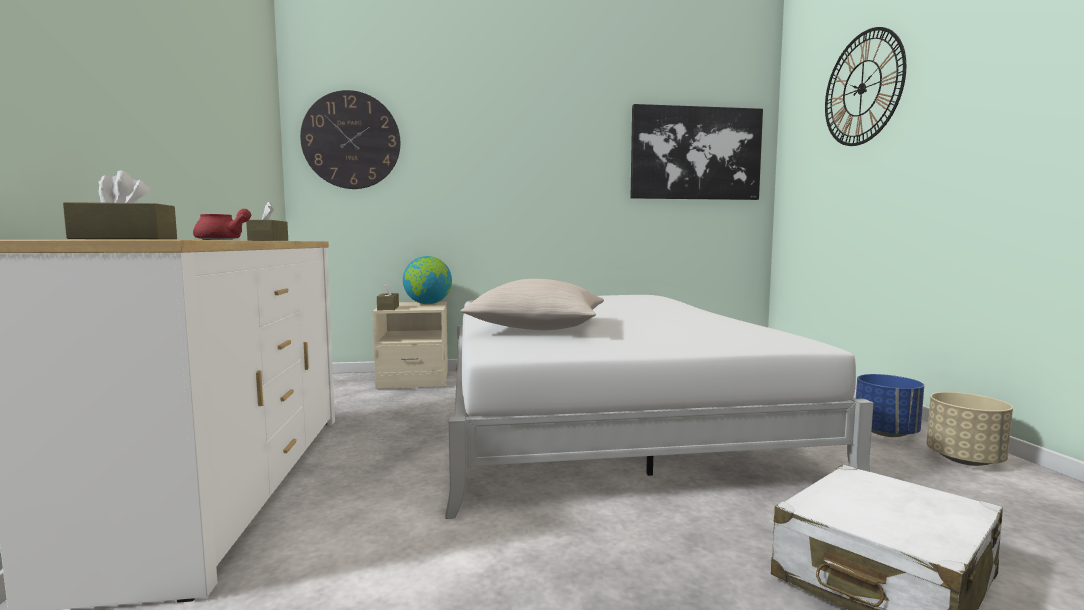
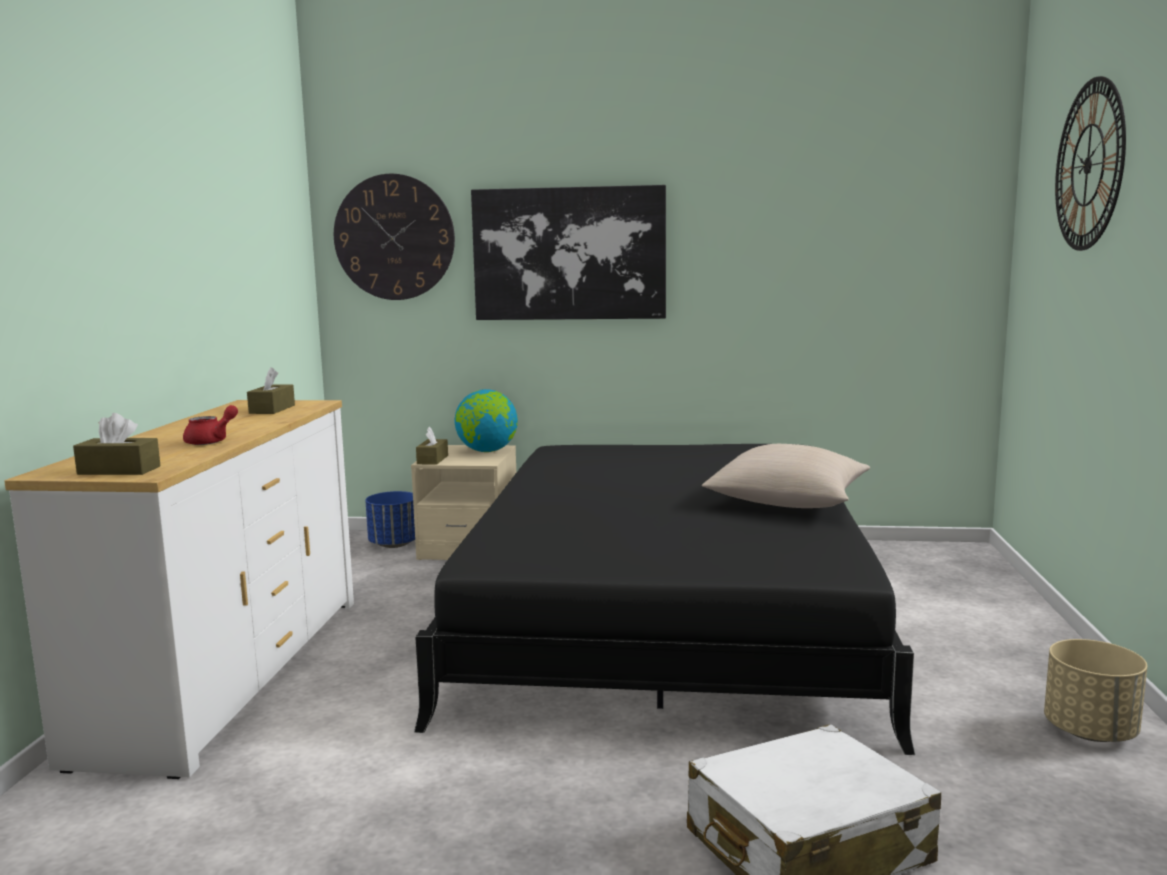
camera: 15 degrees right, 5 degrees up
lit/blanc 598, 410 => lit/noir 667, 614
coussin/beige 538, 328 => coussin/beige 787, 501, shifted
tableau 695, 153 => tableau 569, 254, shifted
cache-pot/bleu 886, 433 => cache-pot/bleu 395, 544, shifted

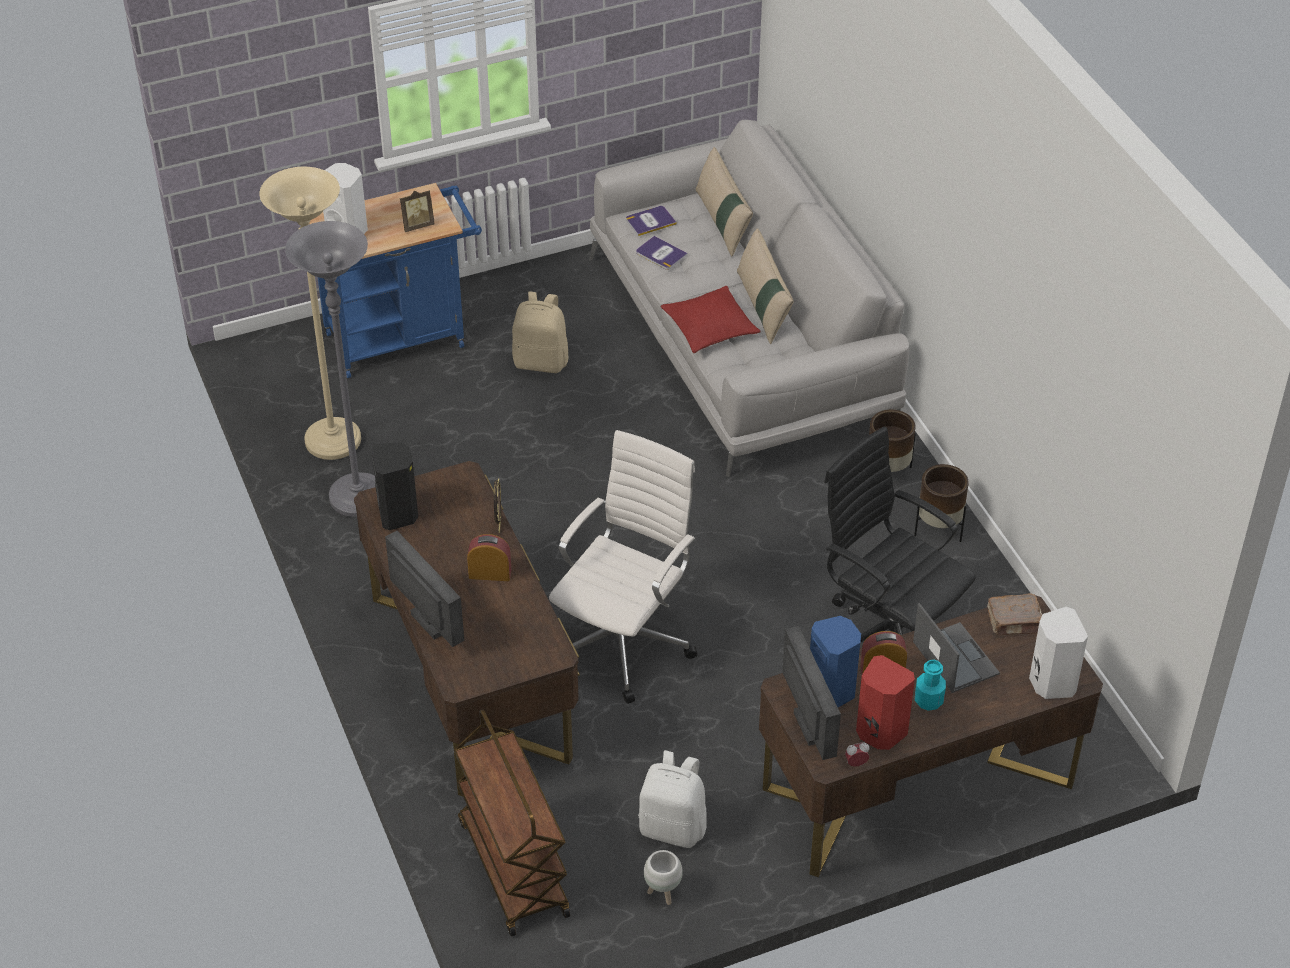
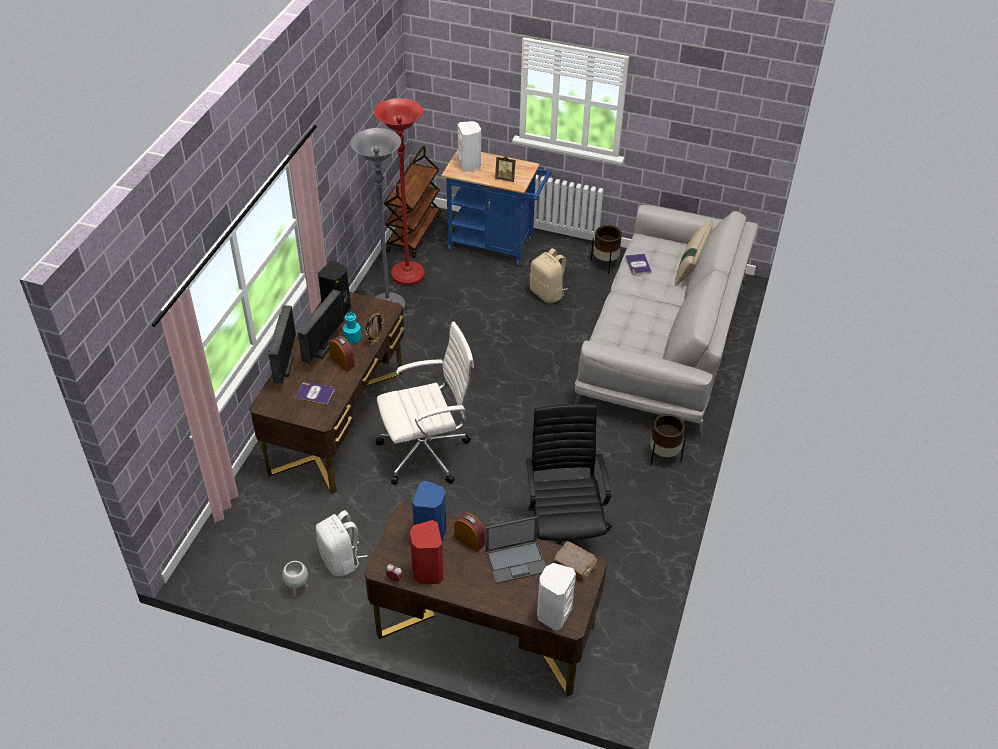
camera: 40 degrees right, 0 degrees up
lampadaire/beige 333, 441 => lampadaire/rouge 407, 275
chariot/marron 512, 868 => chariot/marron 413, 233, shifted
livre 650, 221 => livre 315, 394, shifted
coussin/rouge 710, 328 => nothing
coussin/beige 763, 307 => nothing
écran d'ordinateur 806, 728 => écran d'ordinateur 323, 349, shifted
ordinateur portable 954, 657 => ordinateur portable 516, 561, 60 degrees clockwise
cache-pot/marron 939, 529 => cache-pot/marron 605, 264, shifted
bouteille/turquoise 928, 700 => bouteille/turquoise 352, 339, shifted

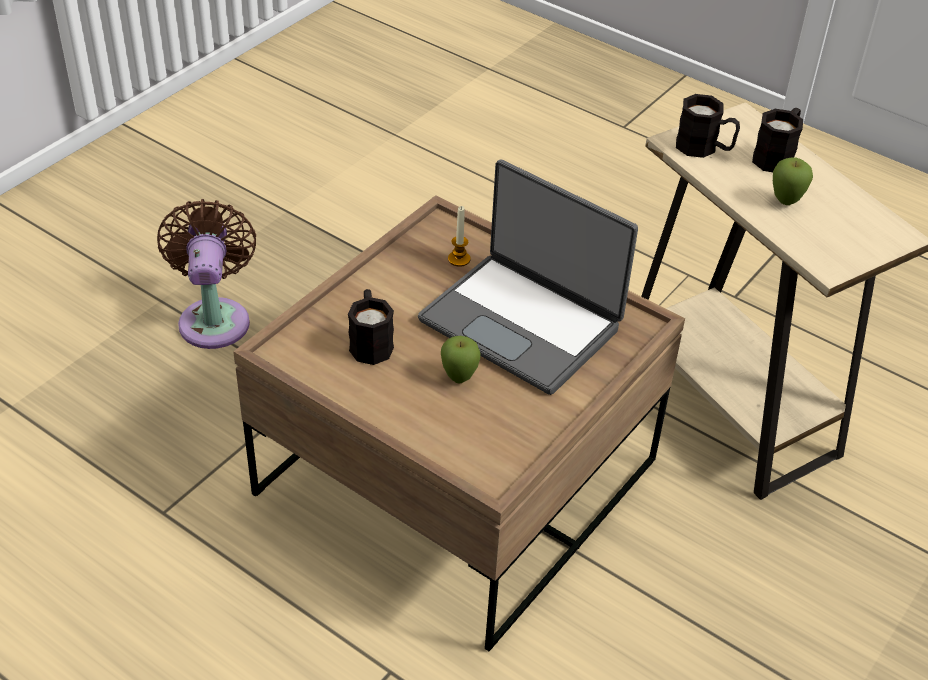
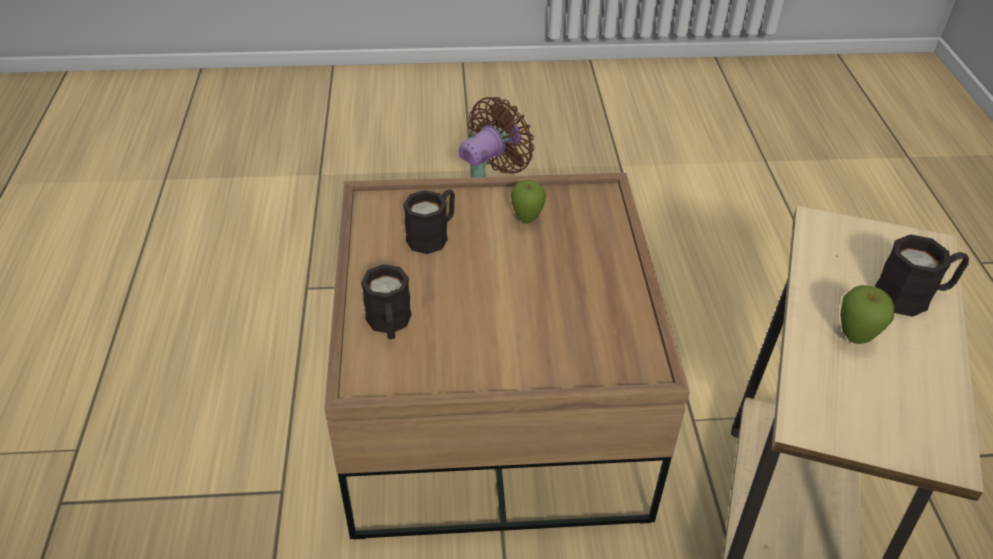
camera: 50 degrees right, 0 degrees up
ordinateur portable 522, 323 => nothing
pomme 459, 378 => pomme 527, 220, shifted
bougie 459, 259 => nothing
mug/noir 704, 148 => mug/noir 389, 324, shifted

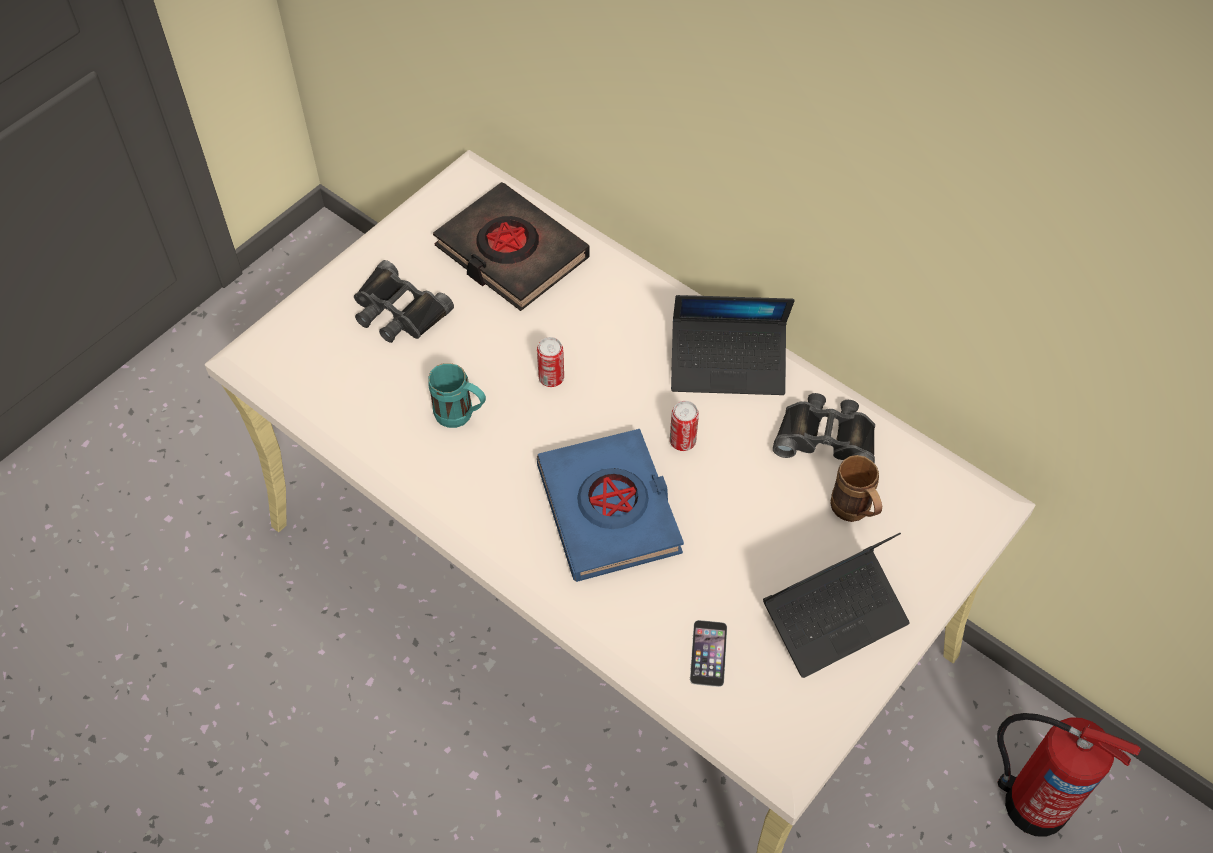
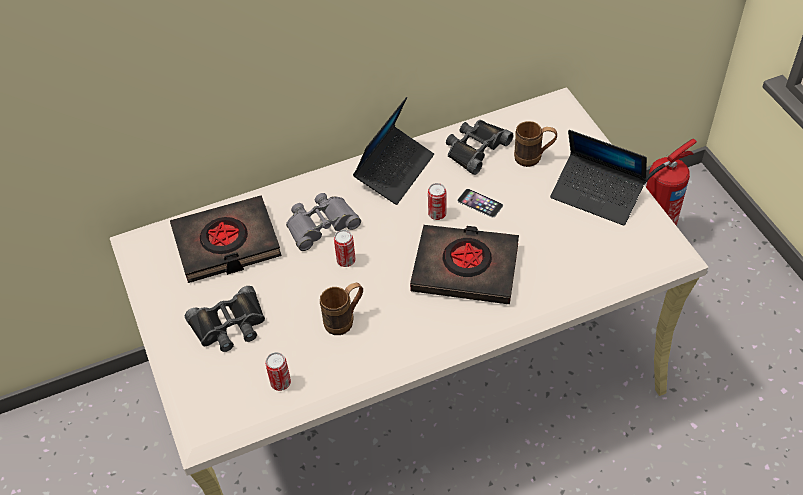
camera: 60 degrees left, 5 degrees down
mug/turquoise 461, 417 => mug/marron 345, 320
livre/bleu 609, 510 => livre/noir 465, 268
téléphone 708, 653 => téléphone 480, 203, shifted
ordinateur portable 834, 618 => ordinateur portable 597, 195, 120 degrees clockwise
nothing => boîte métallique 280, 383
nothing => jumelles/gris 321, 225

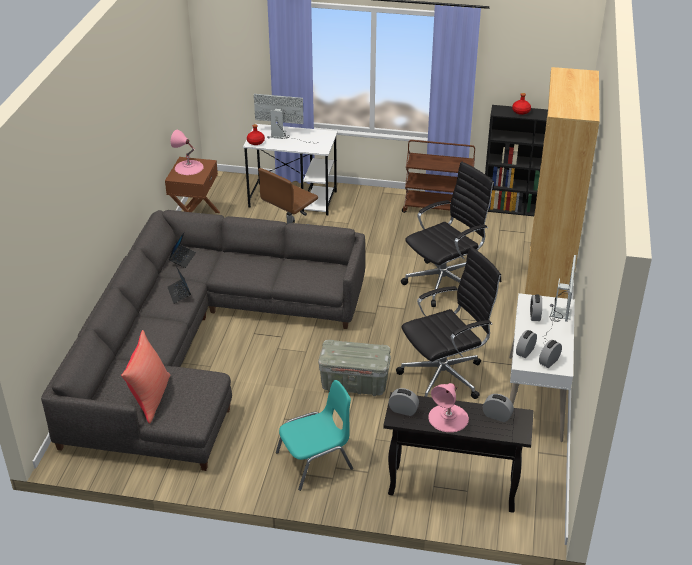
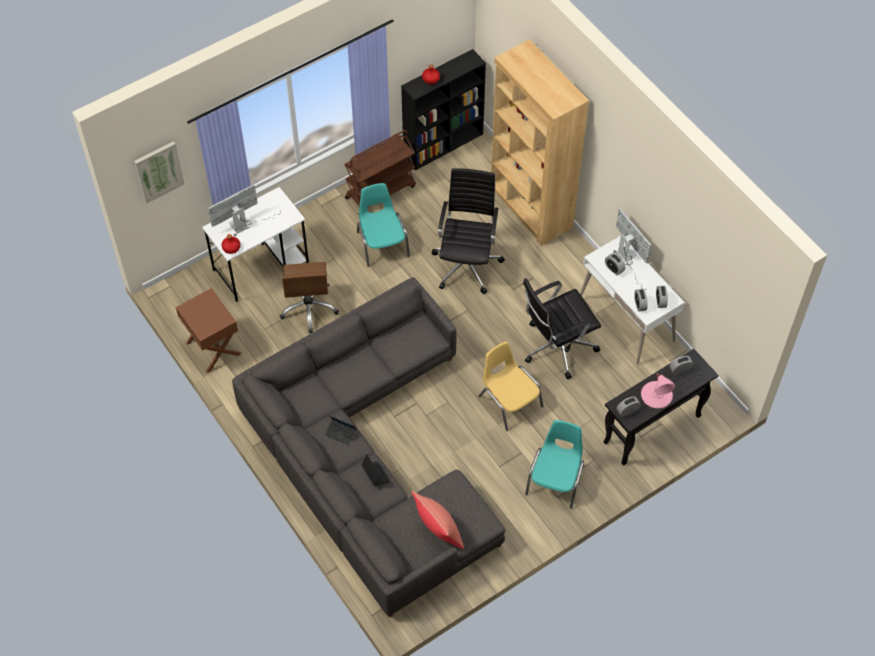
camera: 45 degrees left, 20 degrees up
ordinateur portable 182, 258 => ordinateur portable 375, 474, shifted
lampe de table/rose 189, 167 => nothing
boîte de rangement/gris 355, 383 => chaise/jaune 509, 401
chaise de bureau/noir 445, 376 => chaise de bureau/noir 556, 347, 135 degrees counterclockwise
nothing => tableau 158, 171
nothing => chaise/turquoise 382, 243

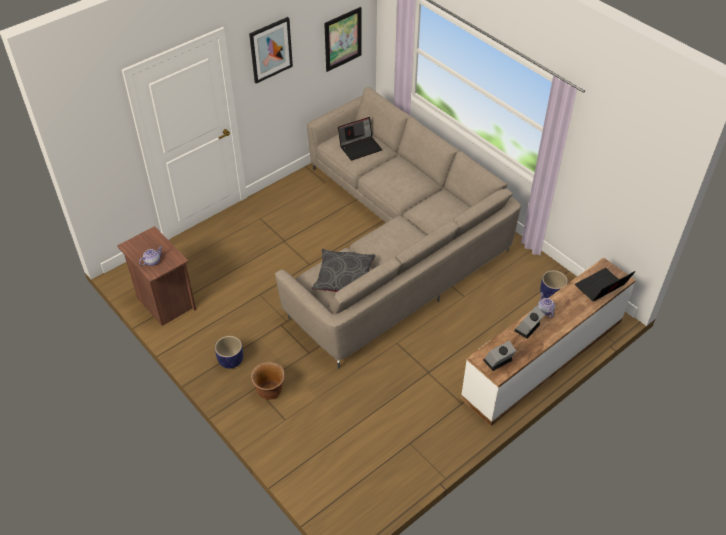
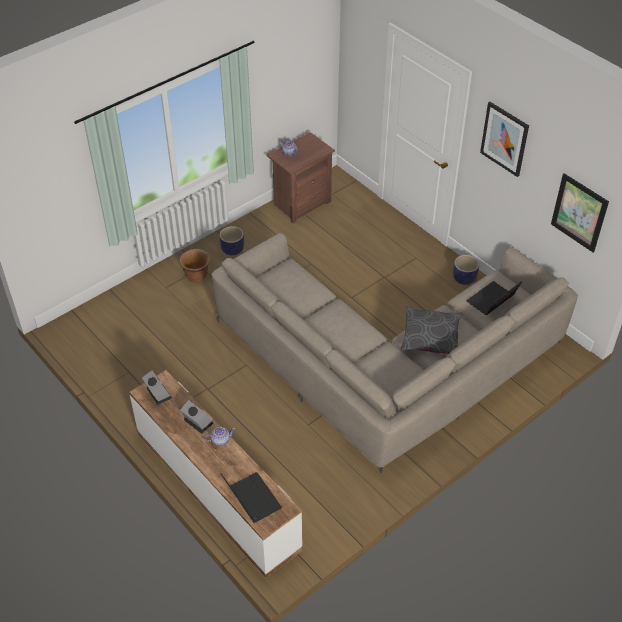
camera: 90 degrees right, 0 degrees up
coussin/gris 344, 277 => coussin/gris 431, 336, shifted
ordinateur portable 360, 147 => ordinateur portable 492, 301, 75 degrees clockwise
cache-pot 551, 294 => cache-pot 464, 279, shifted

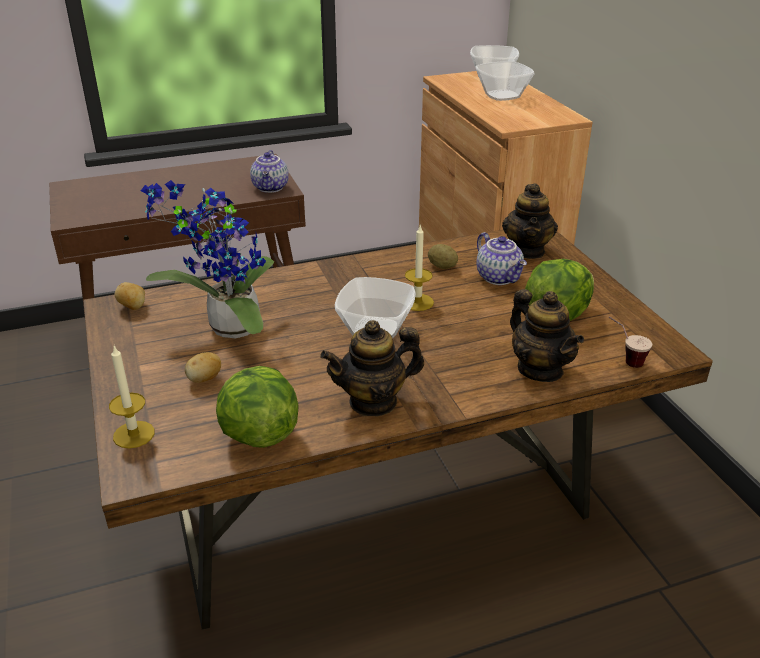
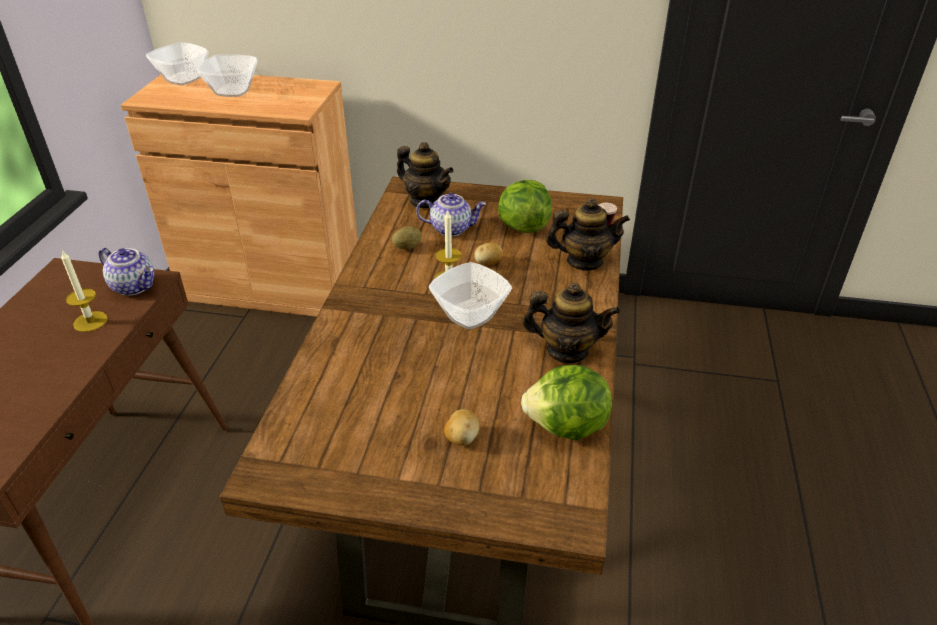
camera: 60 degrees left, 5 degrees up
bougie 134, 434 => bougie 90, 321, shifted
pomme de terre 133, 307 => pomme de terre 488, 263, shifted
plante en pot 228, 329 => nothing
théière 373, 401 => théière 567, 350, 90 degrees counterclockwise

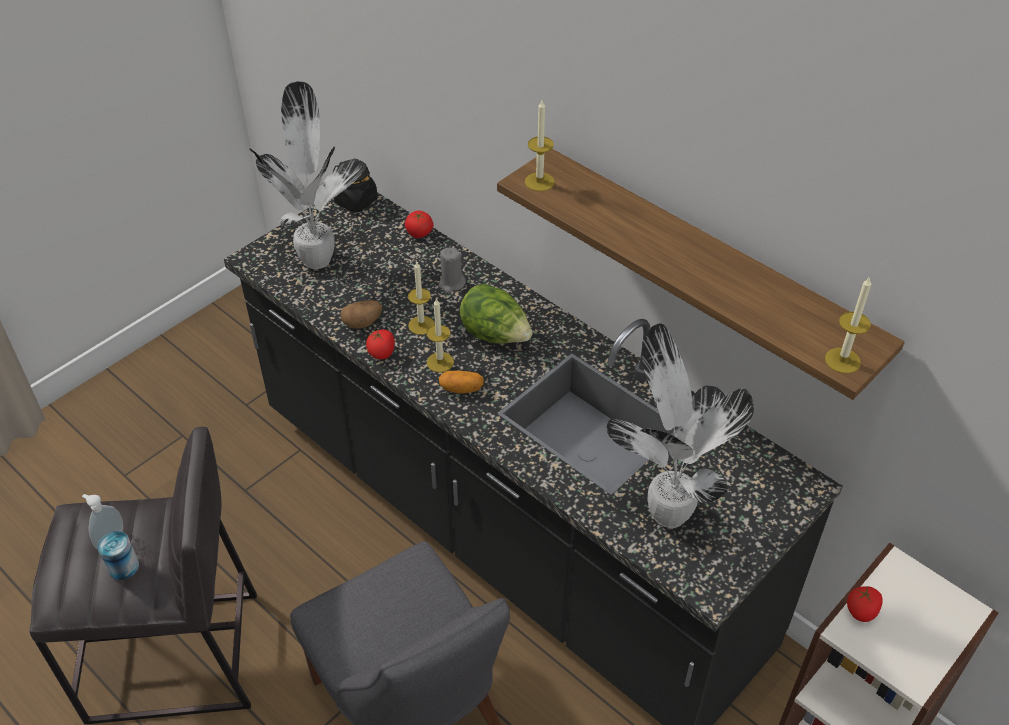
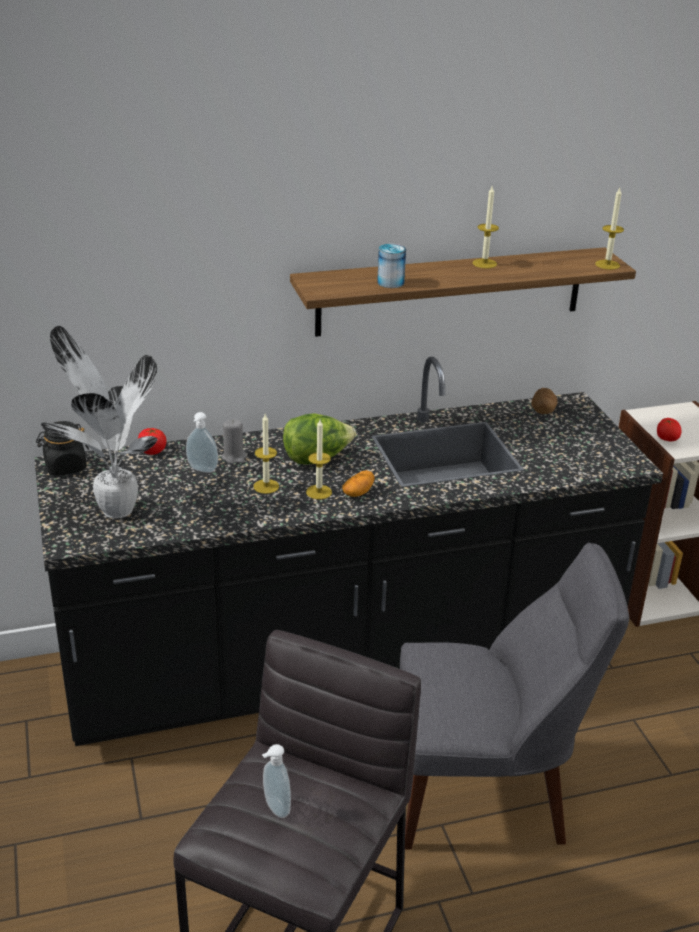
camera: 60 degrees left, 15 degrees down
boîte métallique 123, 567 => boîte métallique 390, 282, shifted
pomme de terre 362, 323 => pomme de terre 543, 411, shifted
tomate 382, 353 => nothing
bougie 539, 182 => bougie 484, 263, shifted
plante en pot 667, 511 => nothing
nothing => distributeur de savon 202, 470

